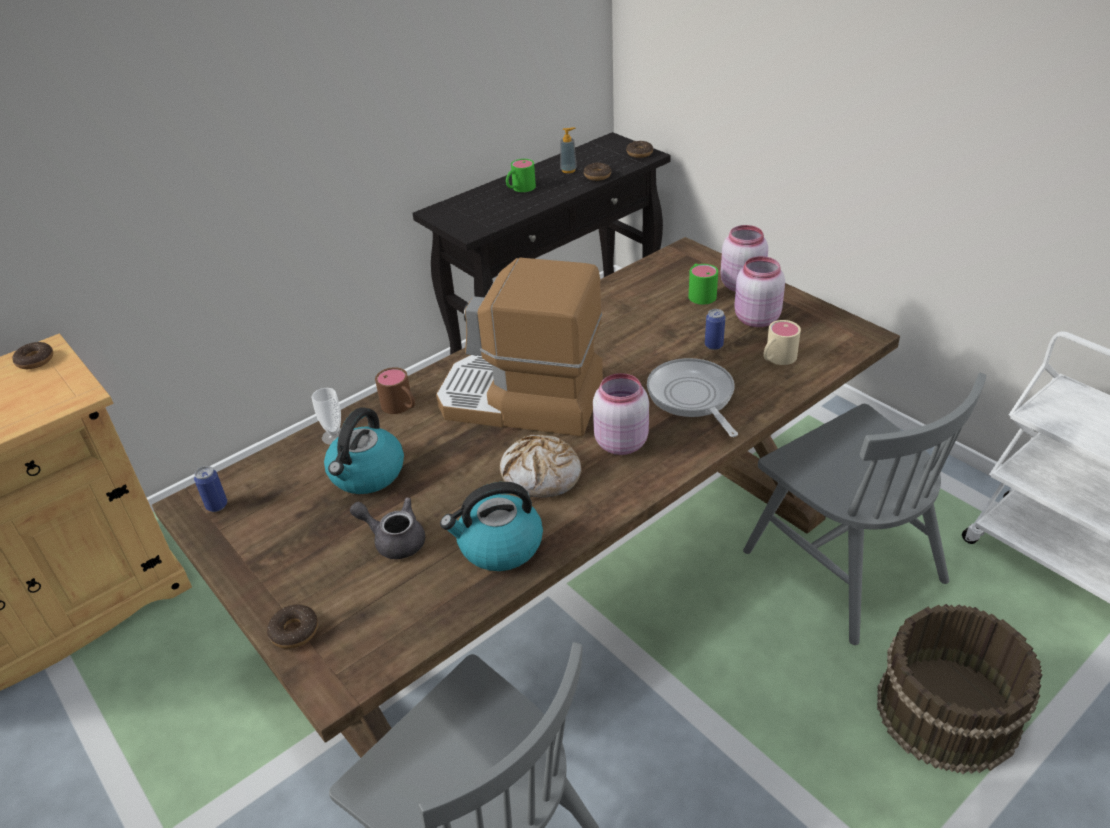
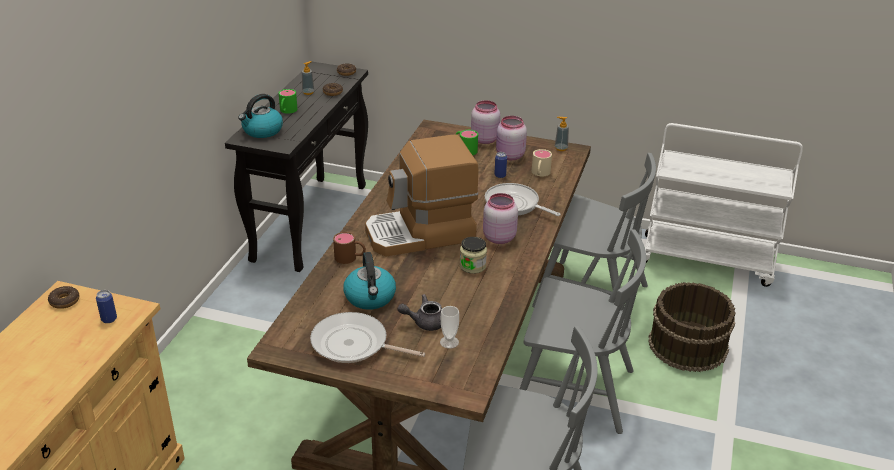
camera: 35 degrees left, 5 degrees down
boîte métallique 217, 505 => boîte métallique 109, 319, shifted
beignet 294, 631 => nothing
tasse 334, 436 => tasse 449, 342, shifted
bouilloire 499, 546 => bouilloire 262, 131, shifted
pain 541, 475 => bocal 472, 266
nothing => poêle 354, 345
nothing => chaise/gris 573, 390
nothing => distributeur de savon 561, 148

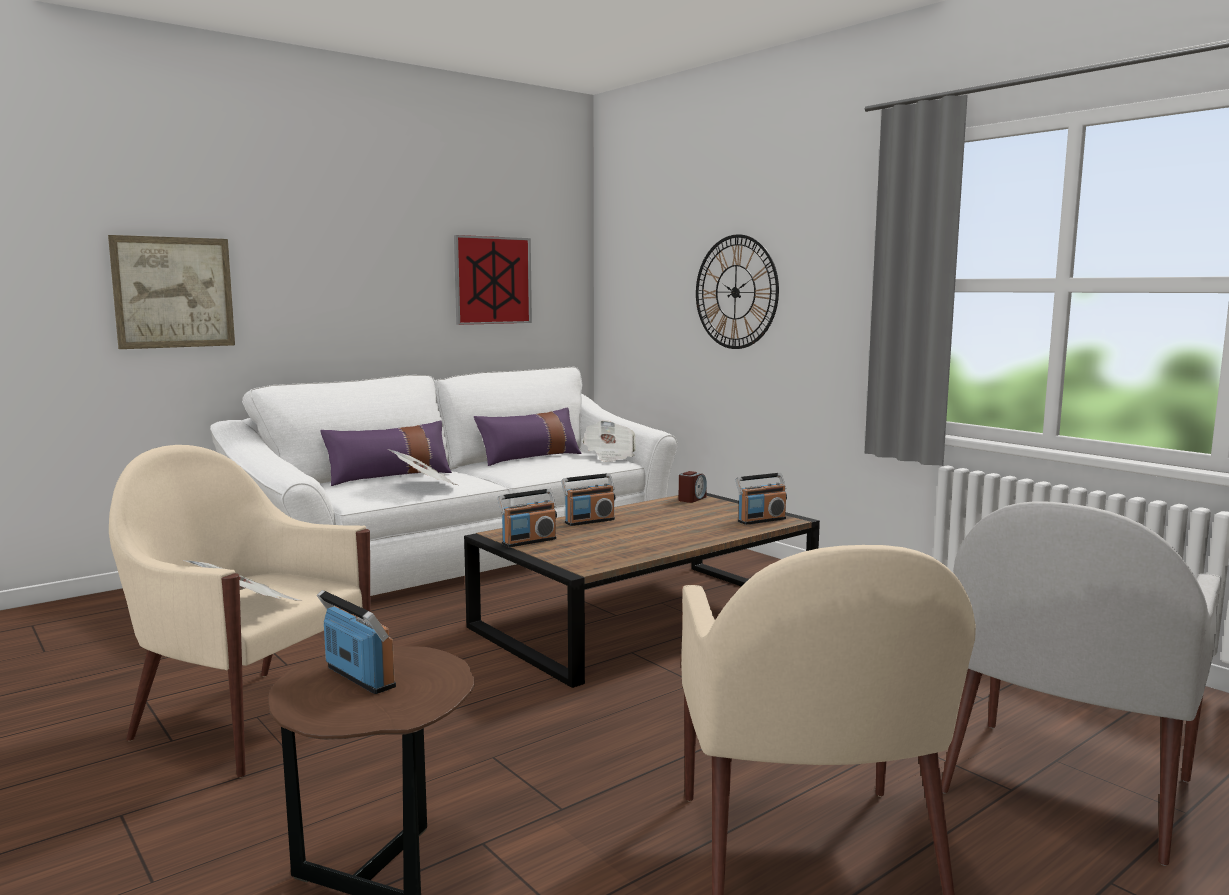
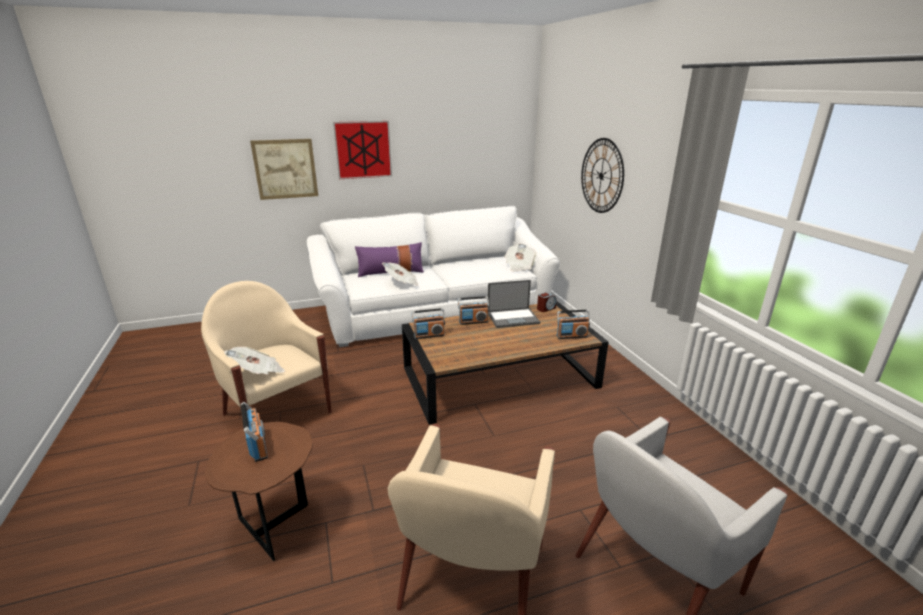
camera: 20 degrees right, 15 degrees up
tableau 493, 280 => tableau 363, 150, shifted
coussin/violet 530, 458 => nothing
nothing => ordinateur portable 513, 318

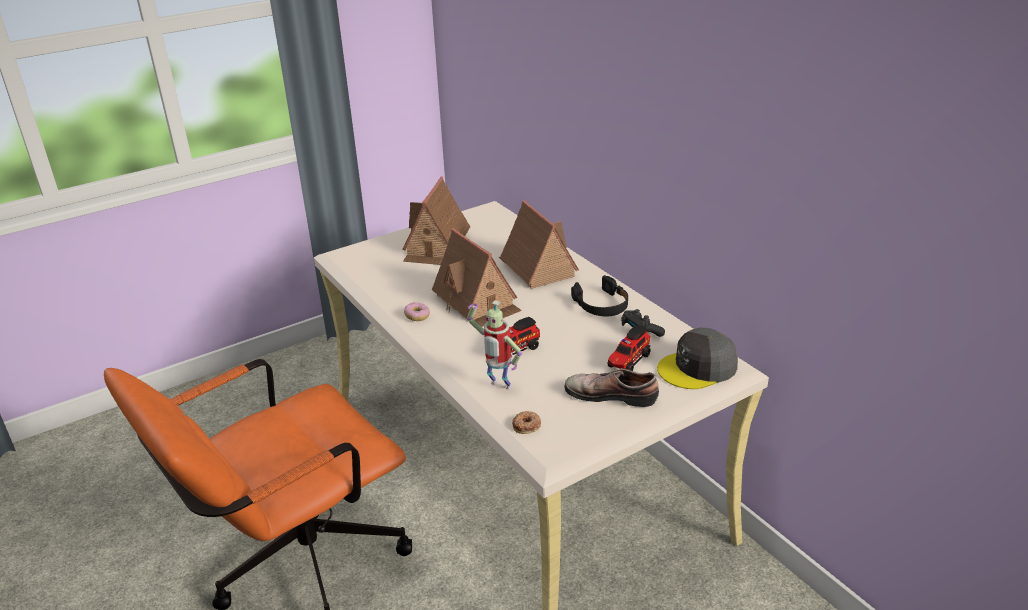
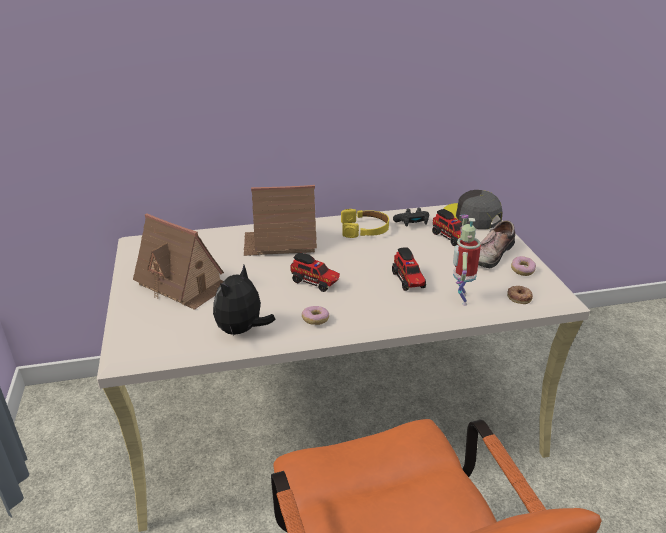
camera: 70 degrees left, 0 degrees up
maison miniature 477, 302 => camion jouet 315, 282
robot jouet 498, 387 => robot jouet 460, 299, 135 degrees clockwise
casque audio/noir 601, 305 => casque audio/jaune 365, 229
casquette/gris 698, 368 => casquette/gris 472, 216, 135 degrees clockwise
nothing => peluche 242, 330
nothing => beignet 522, 271

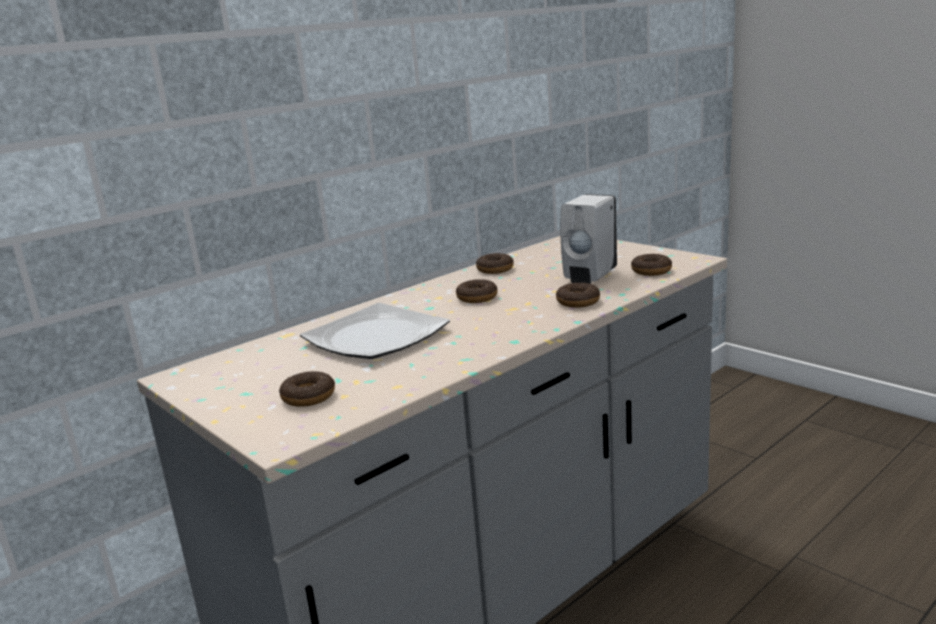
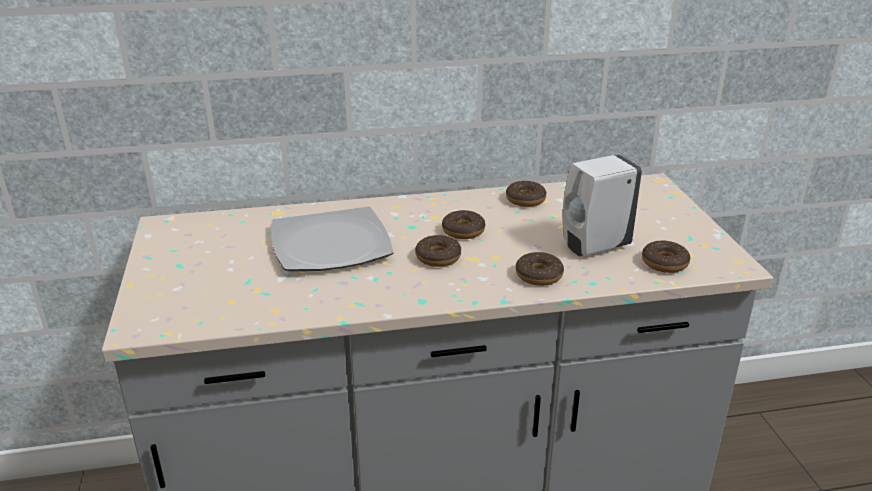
camera: 30 degrees right, 10 degrees up
beignet 308, 397 => beignet 438, 257, shifted

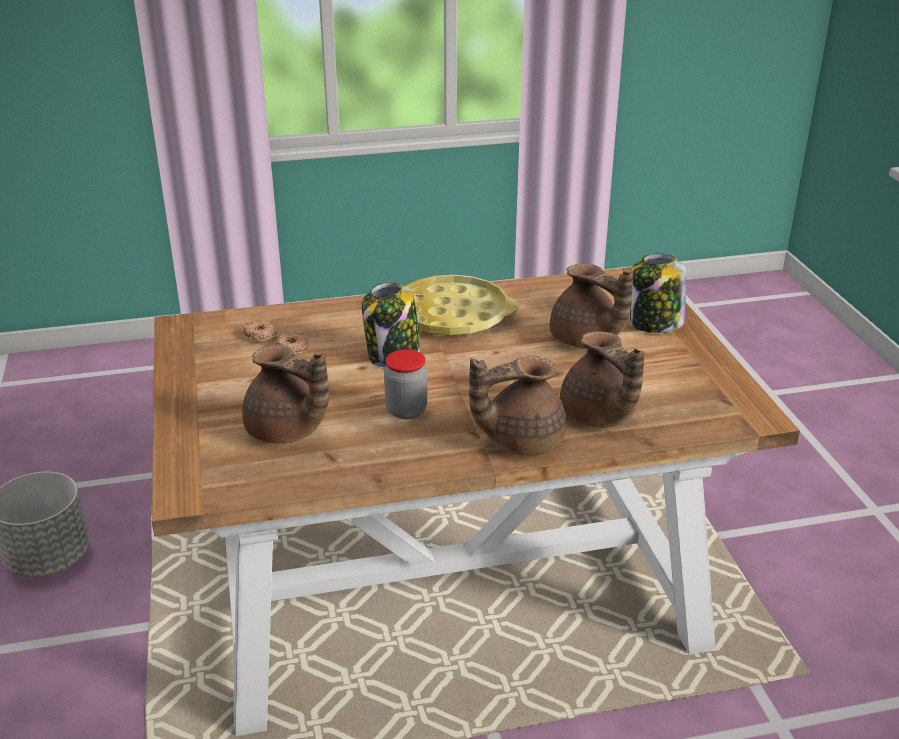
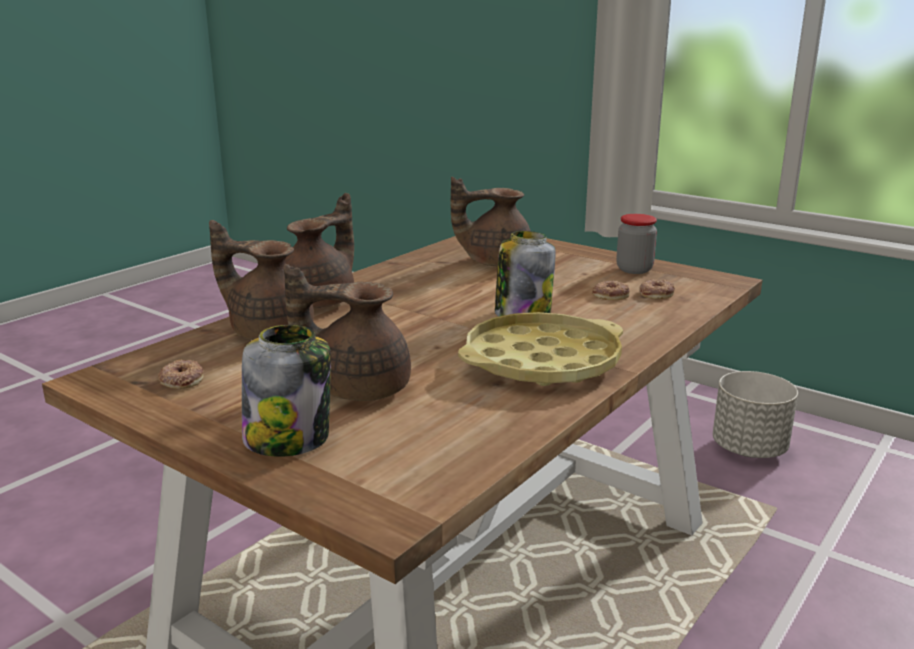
camera: 140 degrees right, 10 degrees down
bocal 406, 410 => bocal 634, 269, shifted
nothing => beignet 181, 380

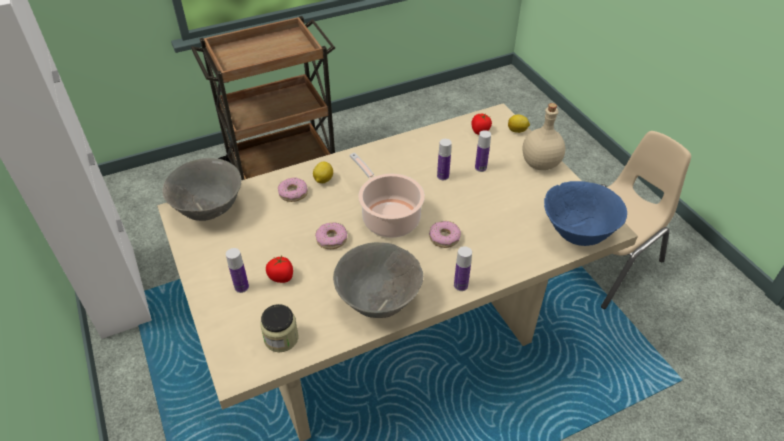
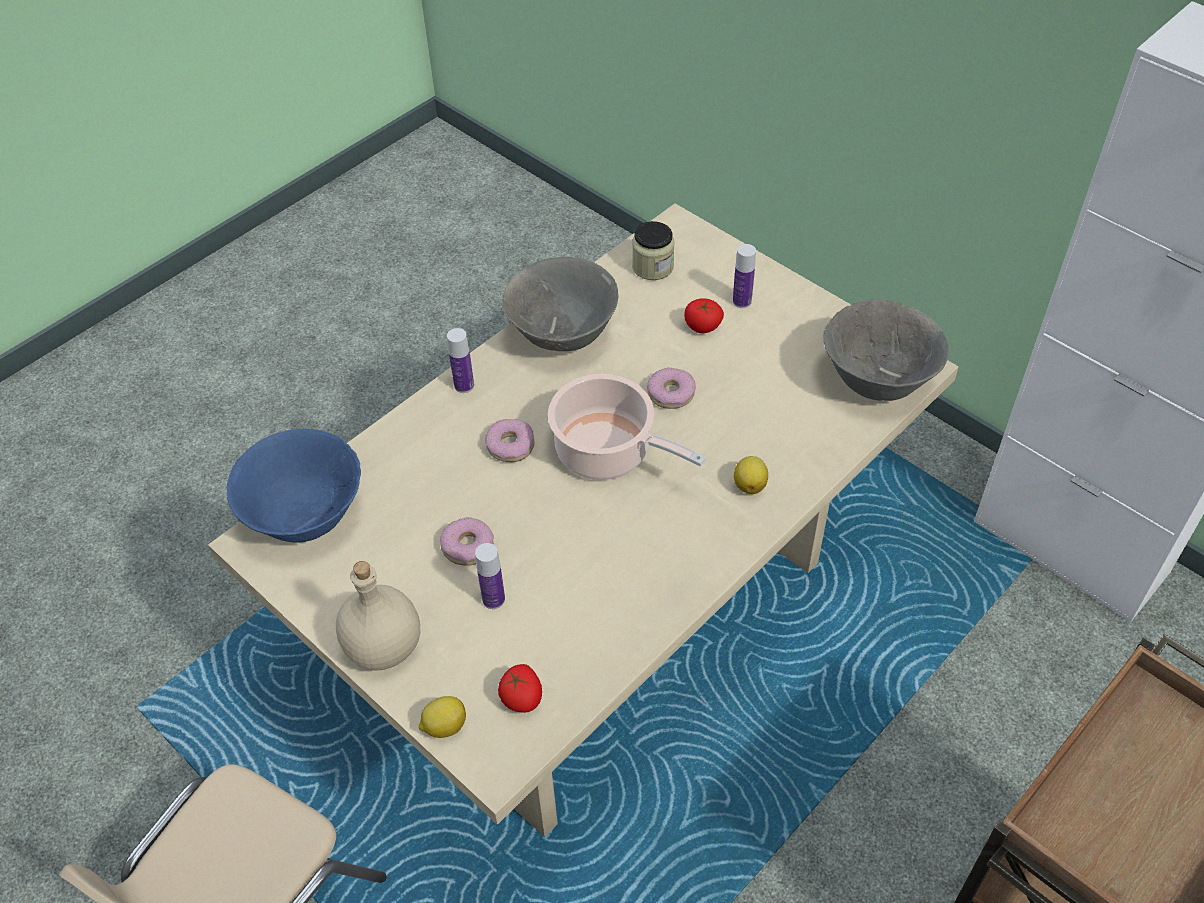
camera: 160 degrees right, 5 degrees up
beignet 293, 193 => beignet 467, 547, shifted
bouteille 443, 176 => nothing

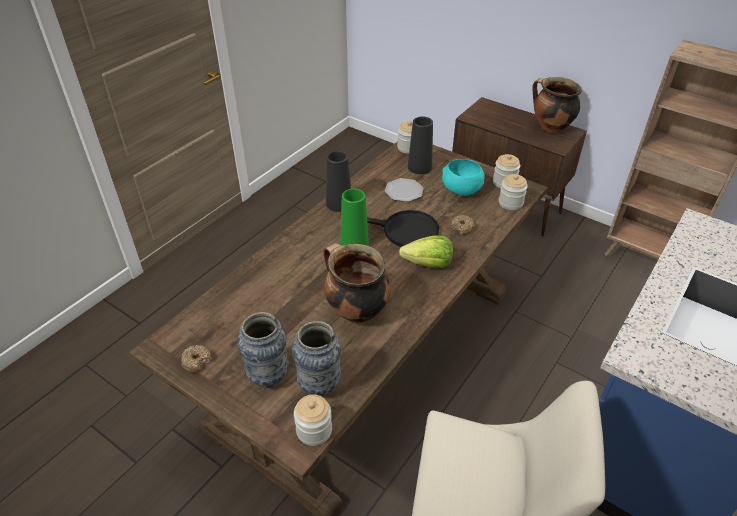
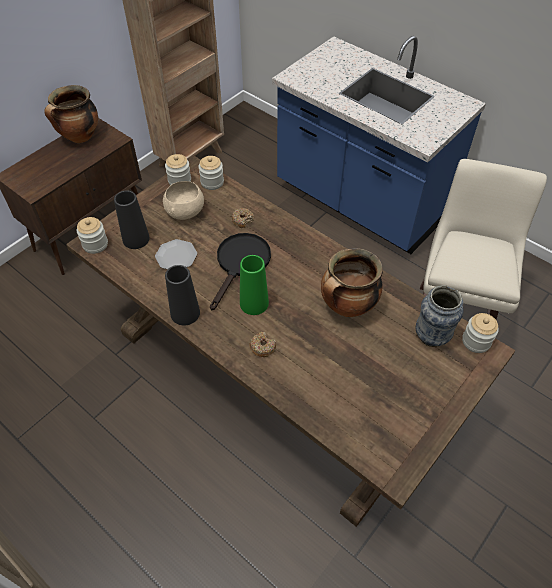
camera: 85 degrees left, 10 degrees up
beignet 196, 361 => beignet 262, 347, shifted
vase 268, 376 => nothing
laitue 428, 264 => nothing
bol/turquoise 461, 190 => bol/beige 185, 213

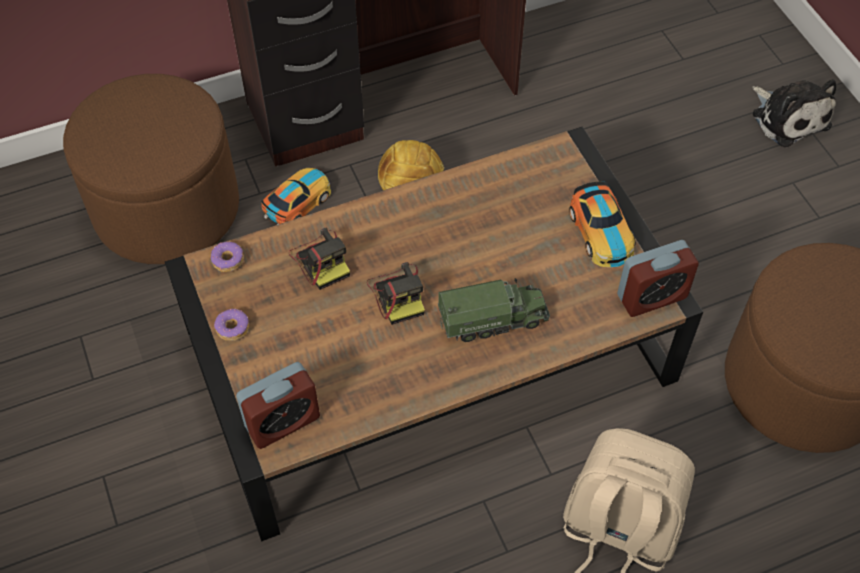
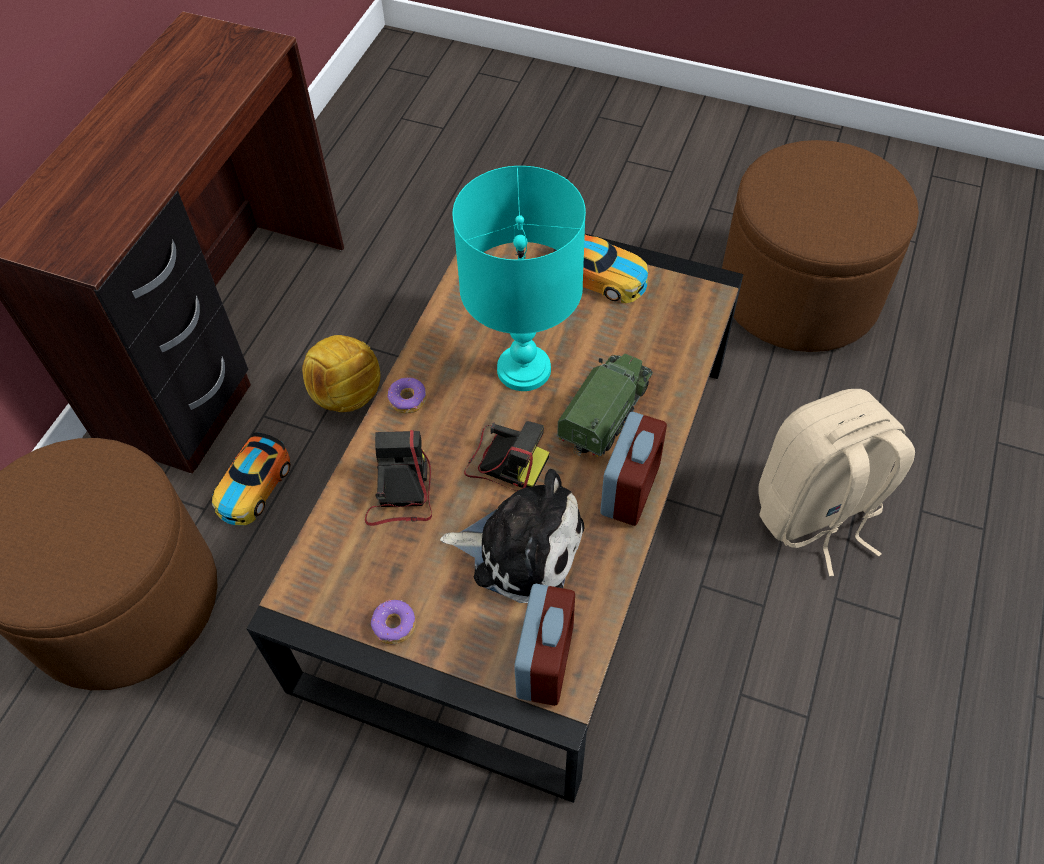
camera: 45 degrees left, 0 degrees up
beignet 228, 260 => beignet 408, 400, shifted
petite voiture 298, 202 => petite voiture 252, 486, 150 degrees counterclockwise
appareil photo 321, 260 => appareil photo 401, 492, 105 degrees counterclockwise
réveil 651, 297 => réveil 630, 490, shifted
peluche 788, 117 => peluche 521, 549, shifted
nothing => lampe de table/turquoise 523, 370

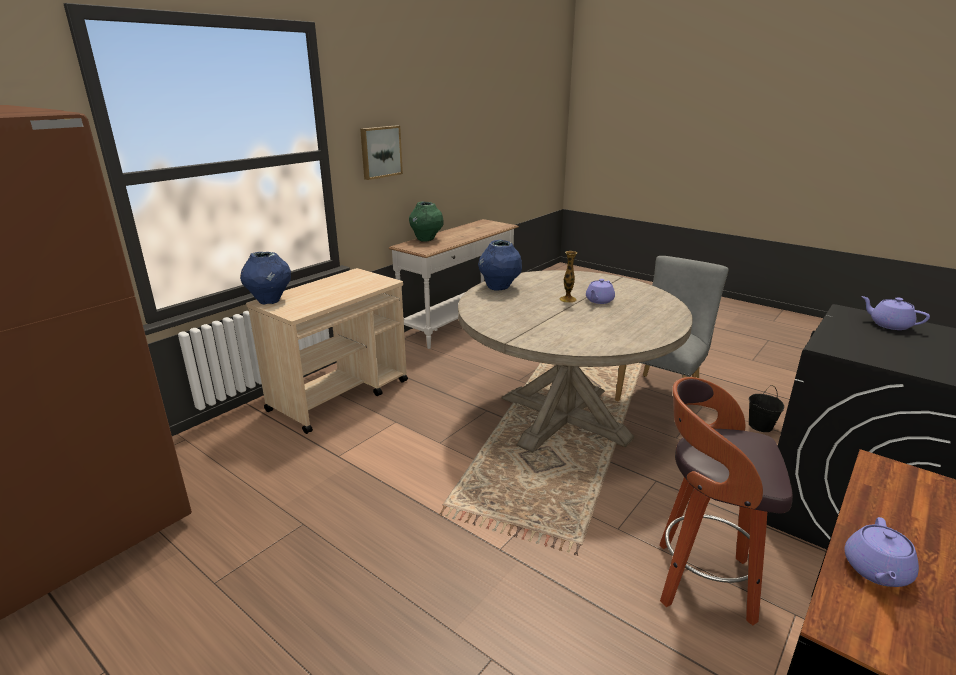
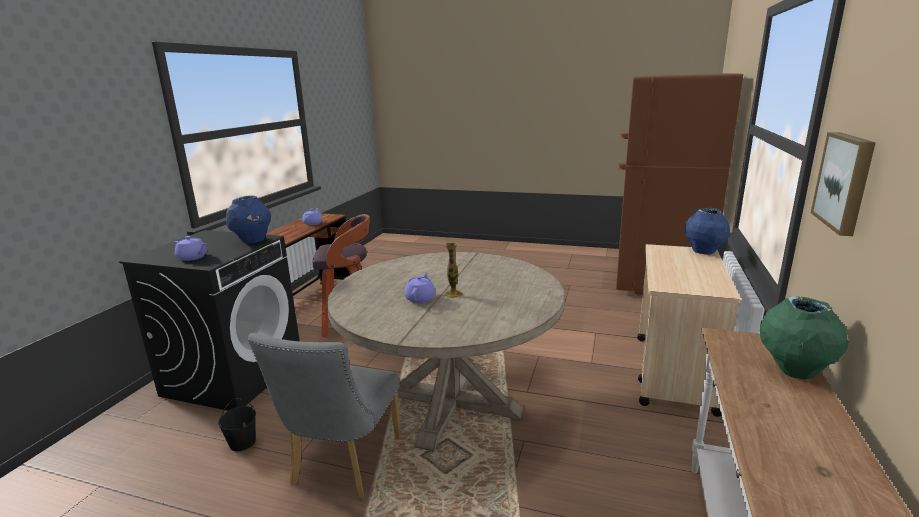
camera: 160 degrees right, 5 degrees down
vase/bleu 499, 288 => vase/bleu 253, 241, shifted

